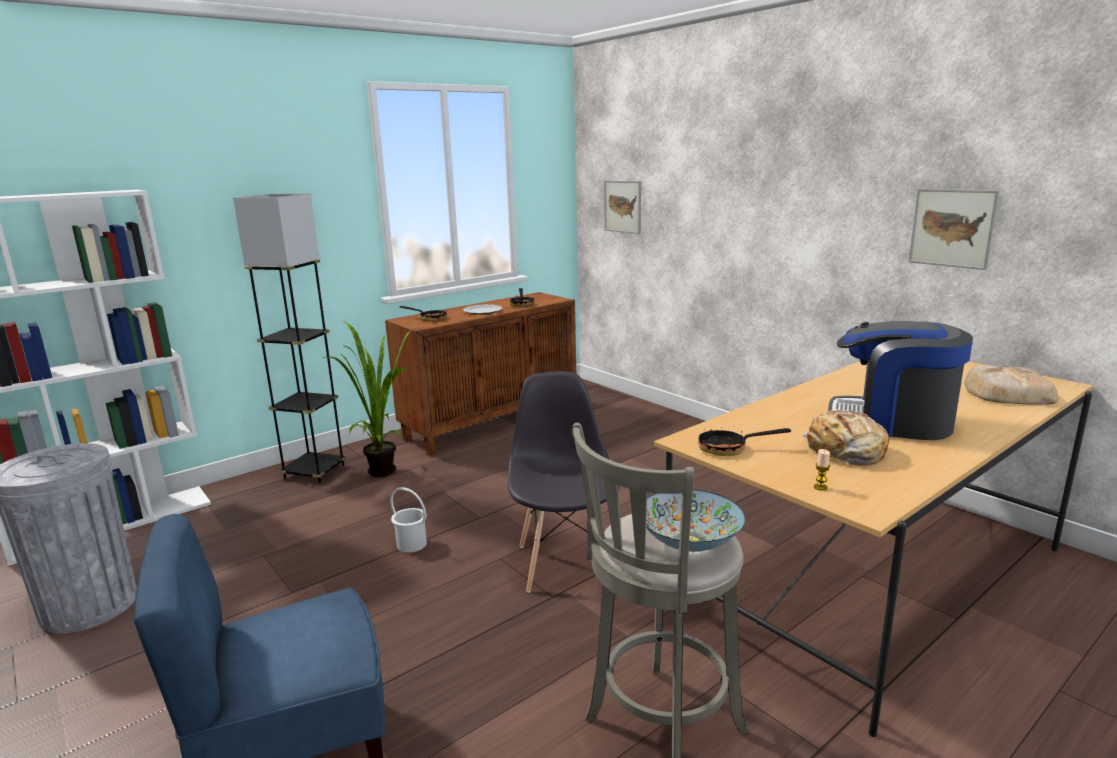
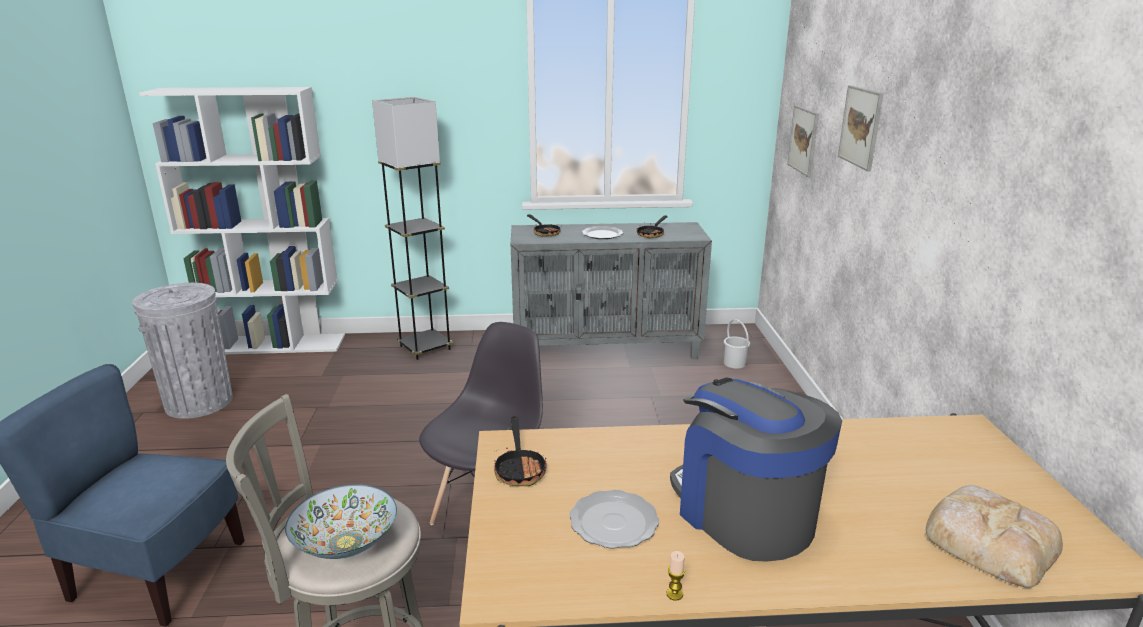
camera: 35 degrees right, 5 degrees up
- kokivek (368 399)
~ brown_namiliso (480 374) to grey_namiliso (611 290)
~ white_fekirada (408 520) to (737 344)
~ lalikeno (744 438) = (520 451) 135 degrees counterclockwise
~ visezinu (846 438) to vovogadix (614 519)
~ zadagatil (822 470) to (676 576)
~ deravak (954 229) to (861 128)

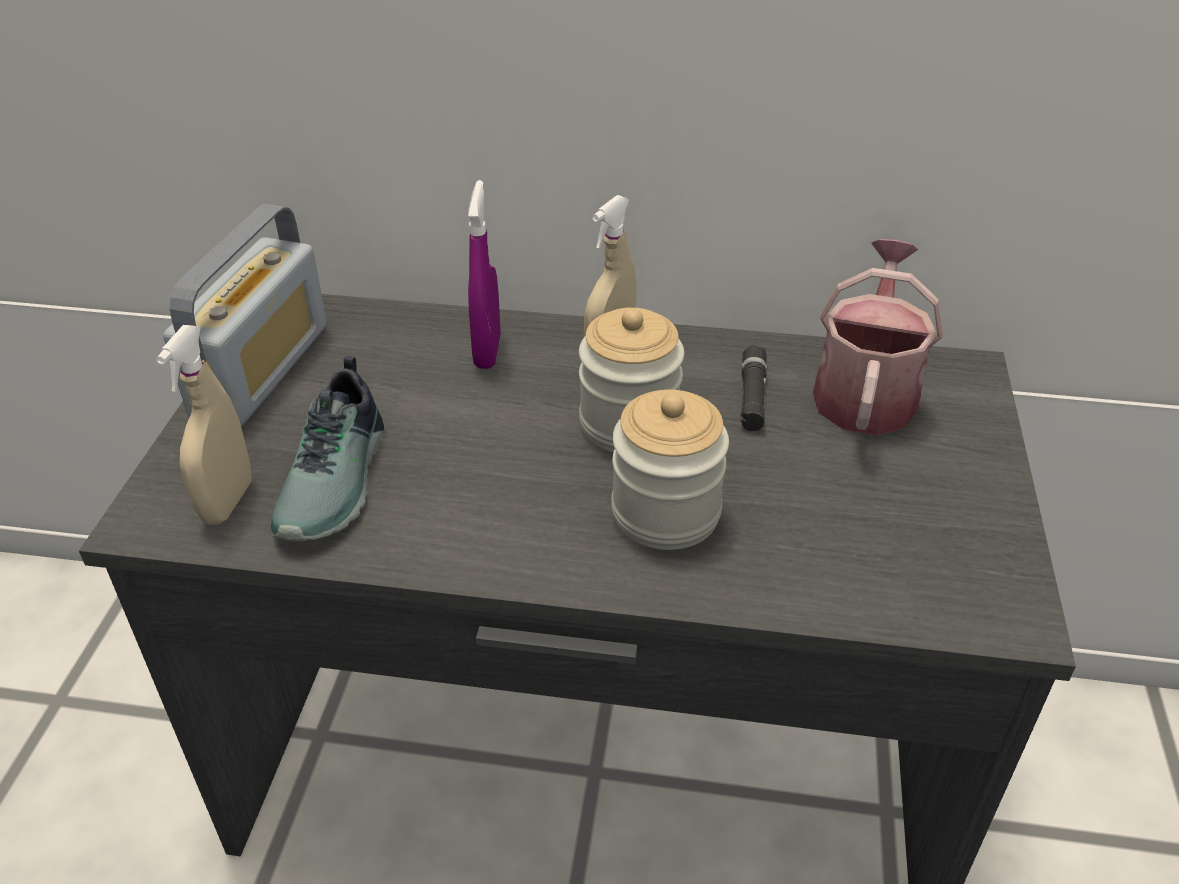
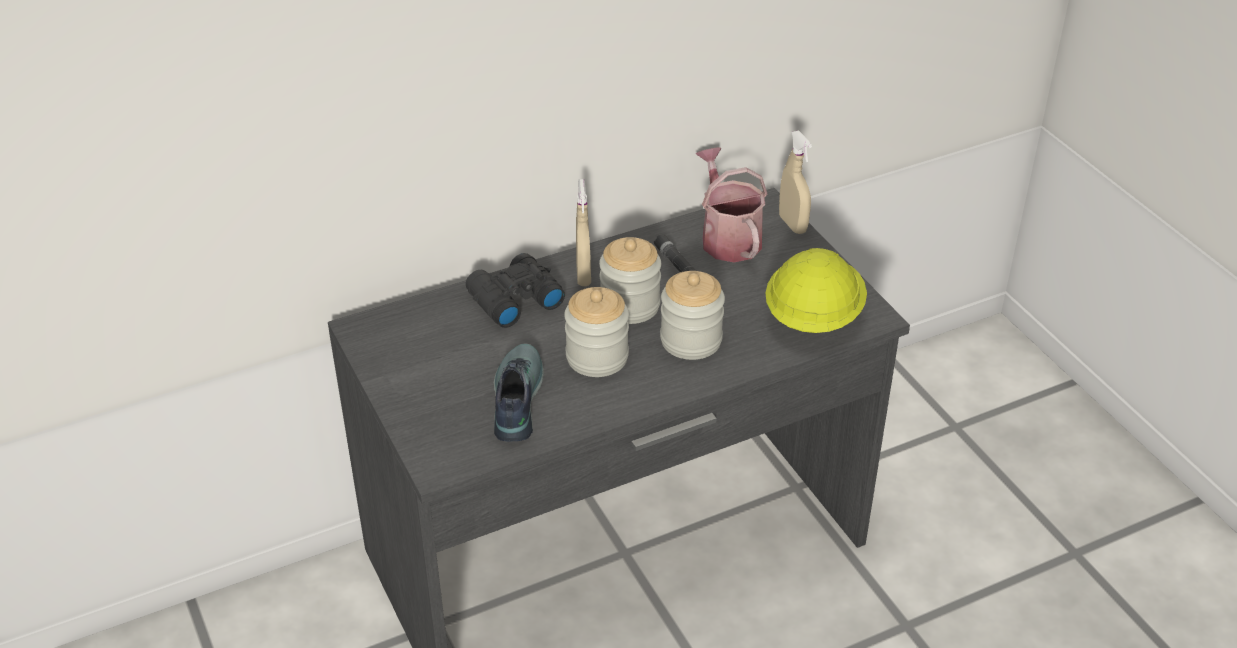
camera: 35 degrees left, 0 degrees up
~ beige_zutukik (204 425) to (795 182)
- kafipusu (245 315)
~ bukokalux (327 448) = (519 392) 150 degrees counterclockwise
~ purple_zutukik (484 274) to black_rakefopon (515 290)
+ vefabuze (596 332)
+ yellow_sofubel (816 290)

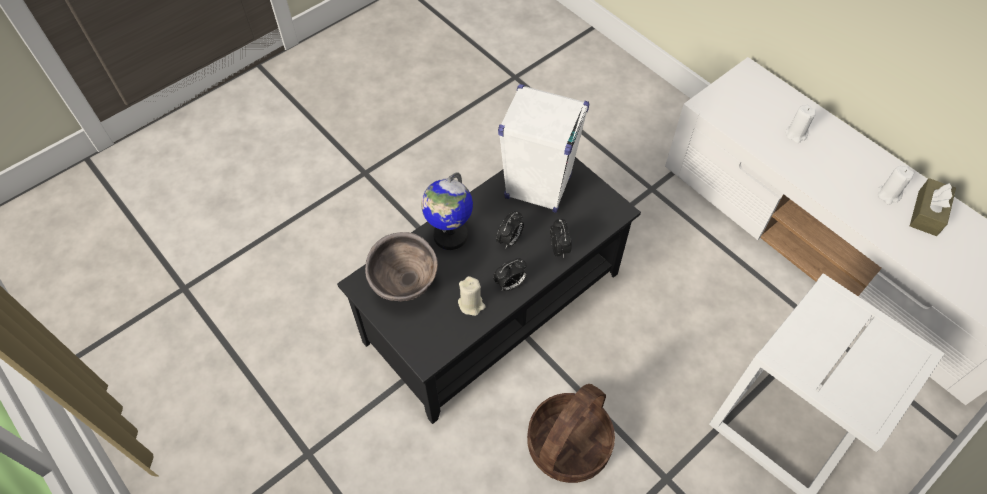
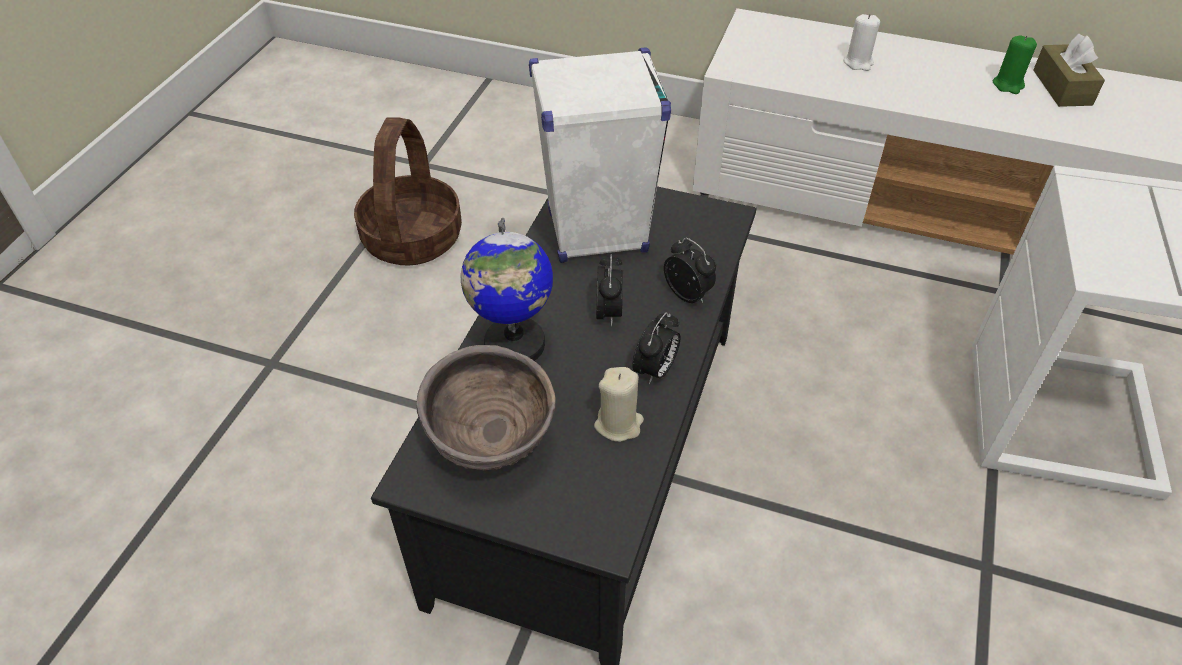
camera: 30 degrees left, 10 degrees down
~ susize (571 433) to (408 191)
~ white_zadagatil (896 185) to green_zadagatil (1015 64)

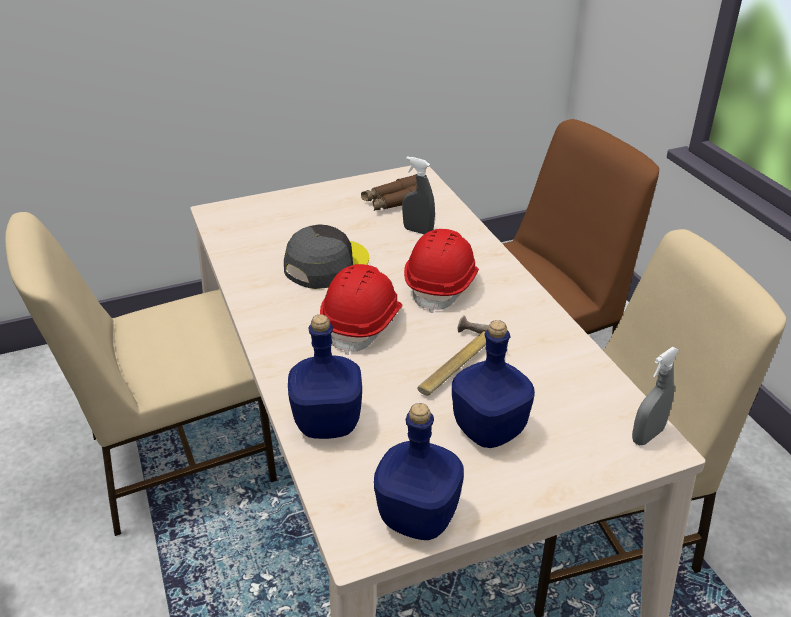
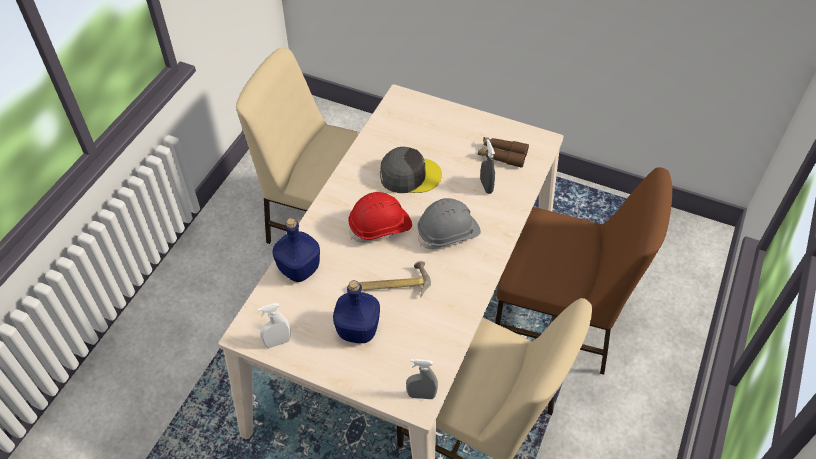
camera: 45 degrees right, 15 degrees up
~ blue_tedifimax (419 471) to white_zutukik (274 325)
~ red_sofubel (441 271) to grey_sofubel (449 223)

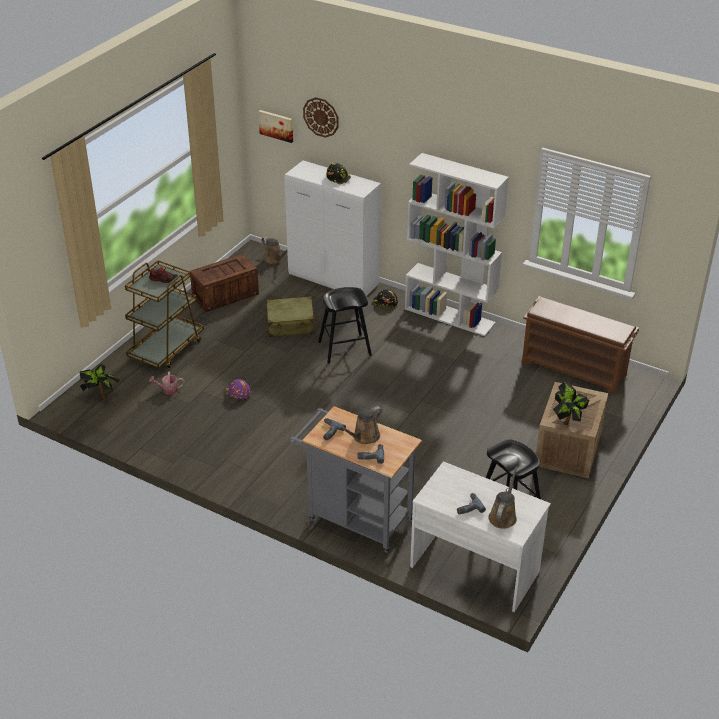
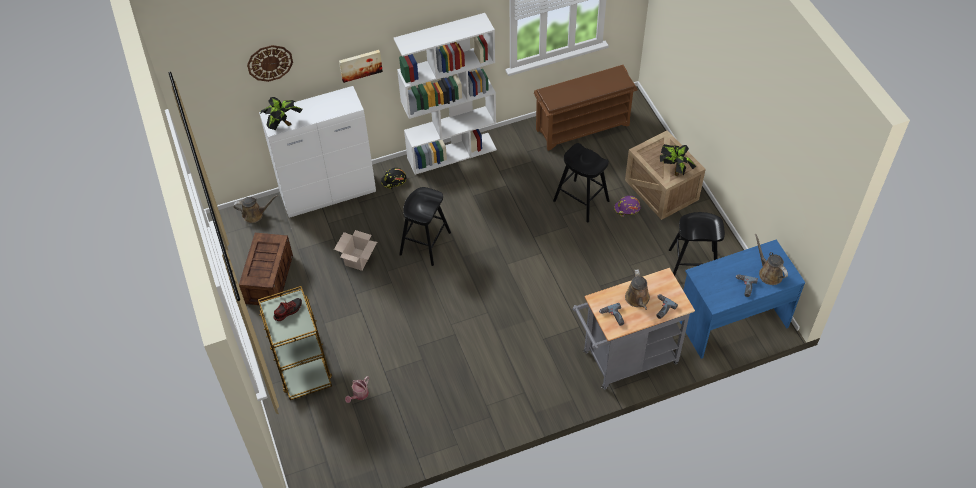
camera: 50 degrees left, 15 degrees up
~ kokivek (100 381) to (281 113)
~ purple_sofubel (238 389) to (627 206)
~ deravak (275 126) to (361 66)
~ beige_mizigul (292 316) to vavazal (355 250)
- black_sofubel (338 173)
~ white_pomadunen (480 536) to blue_pomadunen (742 299)
+ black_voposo (581 183)

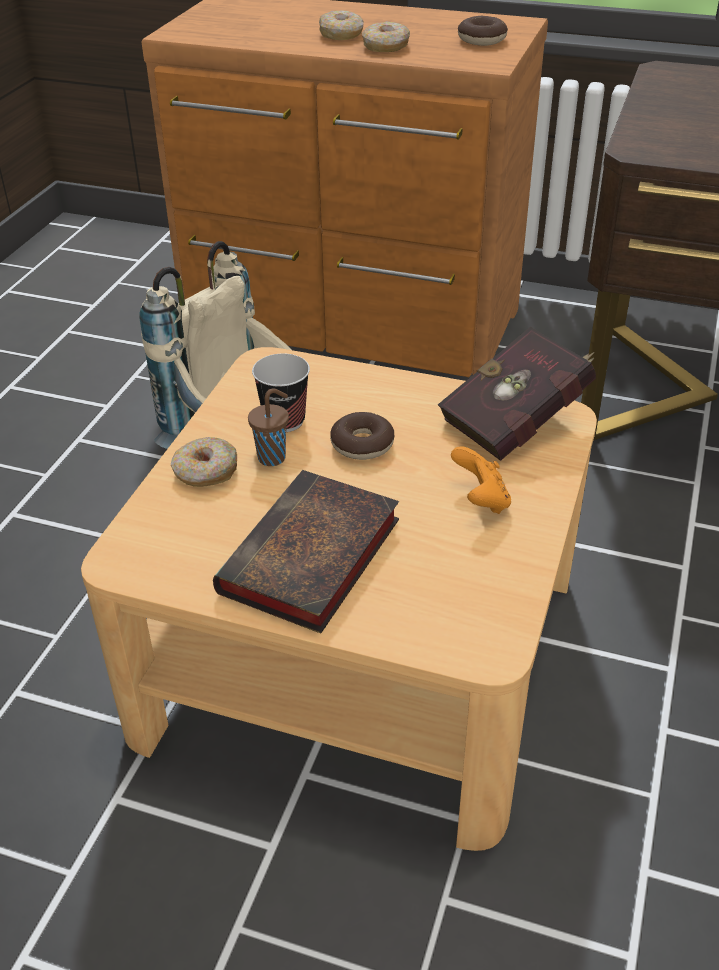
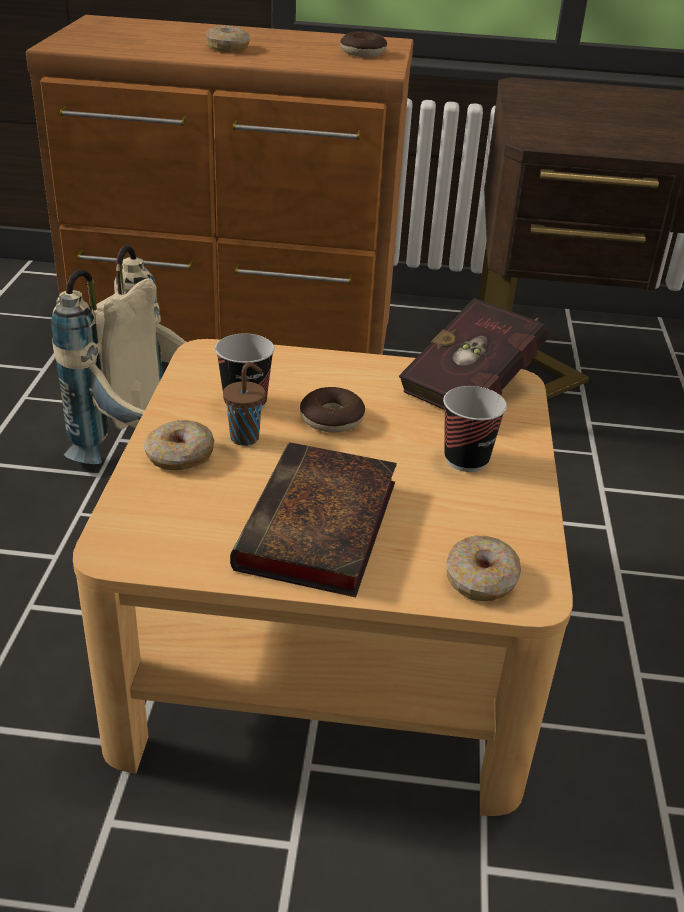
camera: 15 degrees left, 5 degrees down
~ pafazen (386 36) to (483 568)
~ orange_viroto (481 480) to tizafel (475 429)

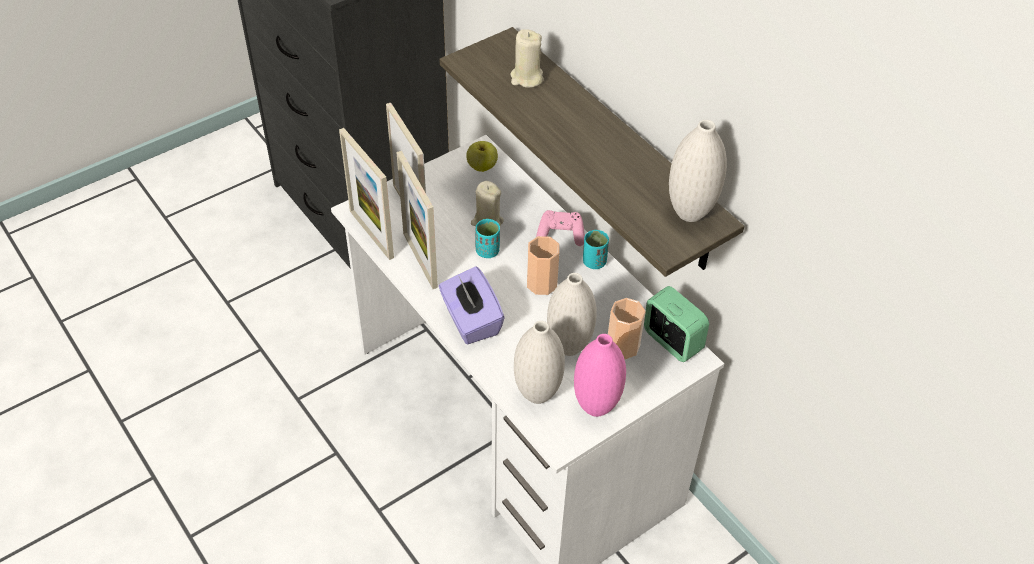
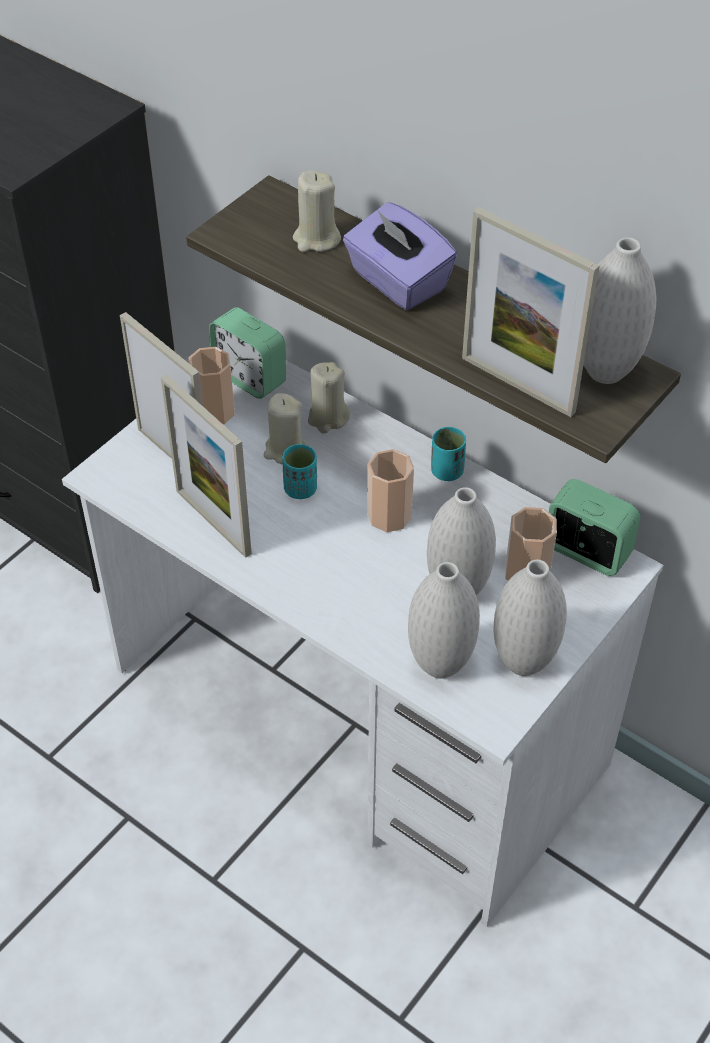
camera: 15 degrees left, 0 degrees up
~ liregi (366 194) to (531 312)
~ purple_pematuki (472 305) to (400 256)
~ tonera (482 156) to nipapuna (247 353)
- pink_viroto (560 228)
~ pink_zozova (600 375) to white_zozova (530 618)
+ tizafel (211 385)
+ beige_zadagatil (329 398)

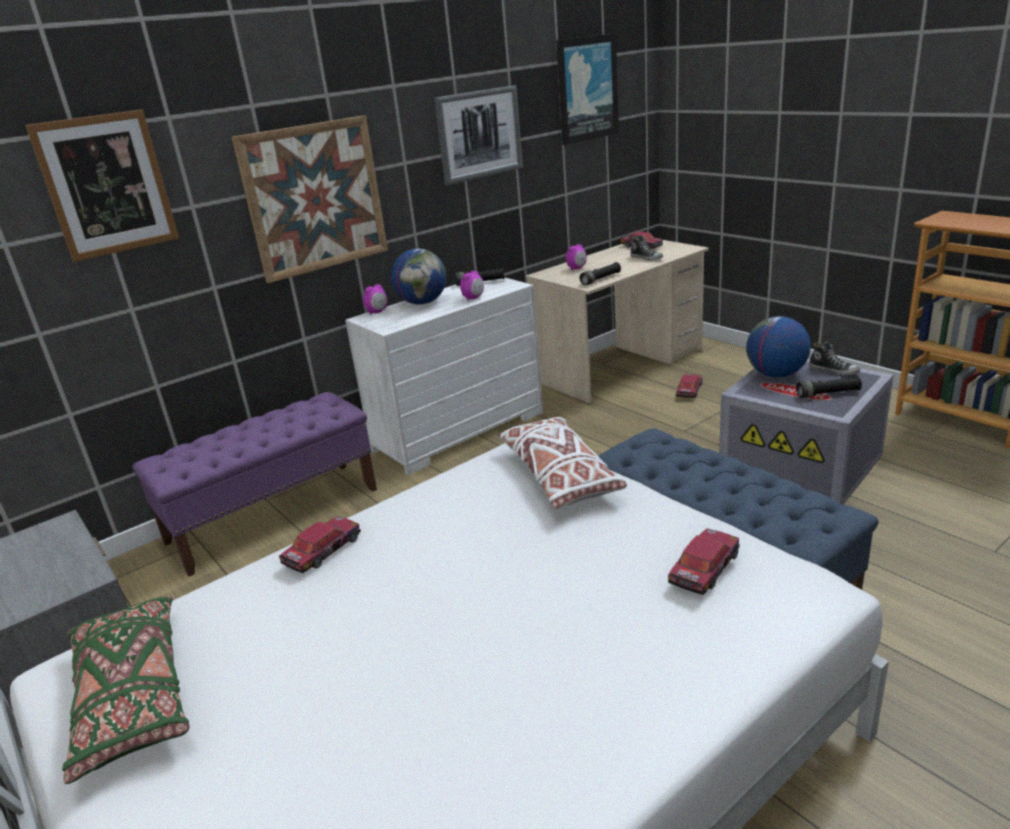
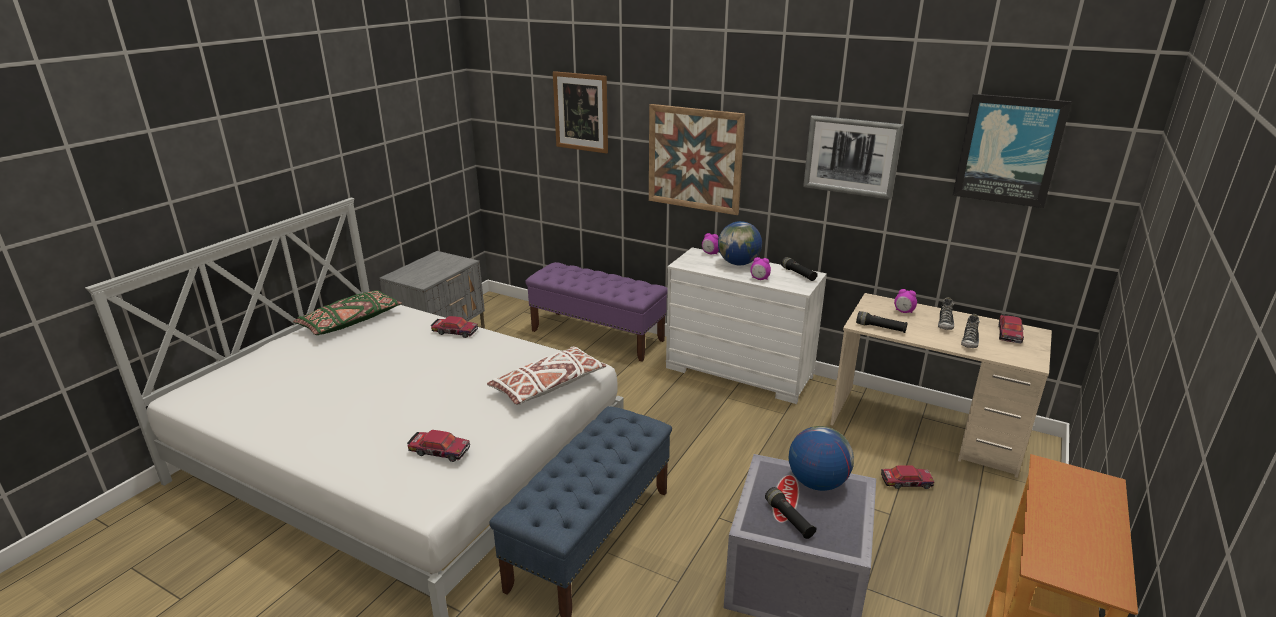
camera: 65 degrees right, 0 degrees up
~ bukokalux (834 359) to (946 313)

